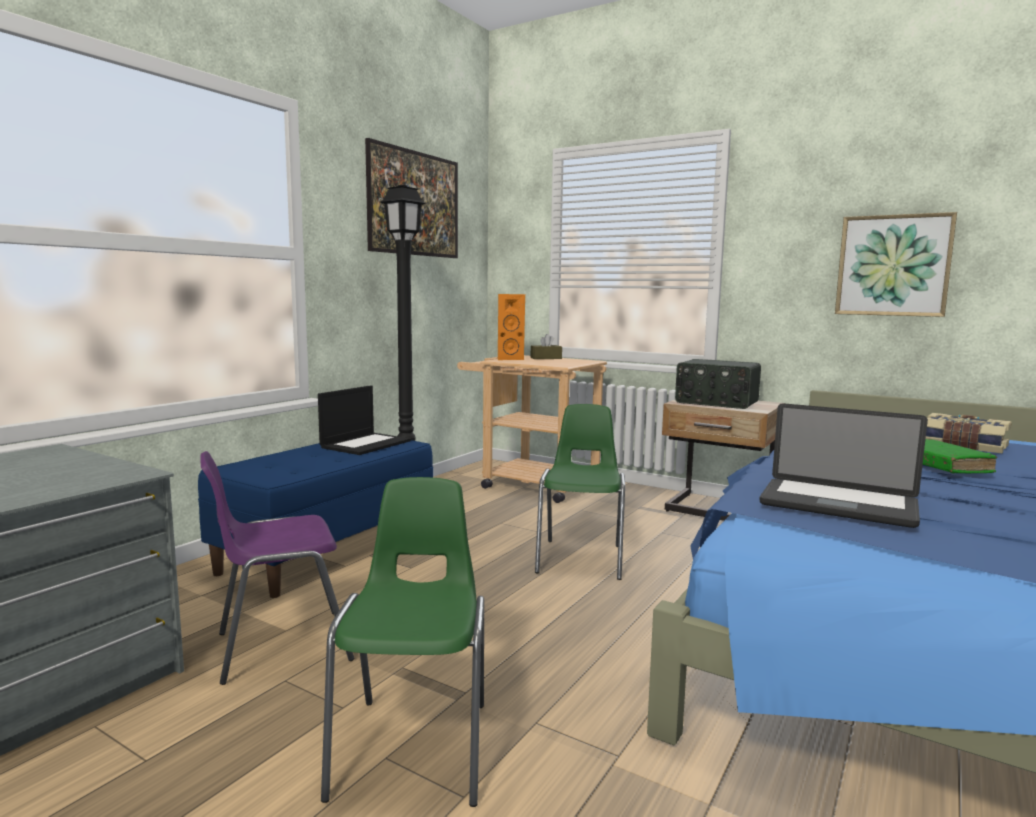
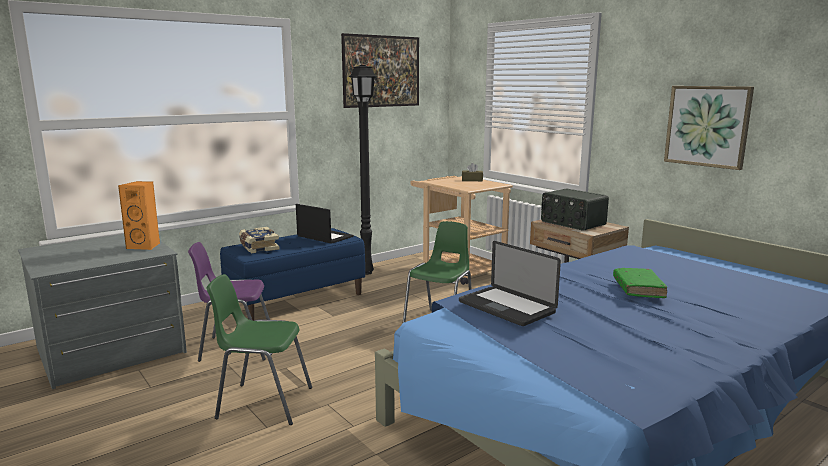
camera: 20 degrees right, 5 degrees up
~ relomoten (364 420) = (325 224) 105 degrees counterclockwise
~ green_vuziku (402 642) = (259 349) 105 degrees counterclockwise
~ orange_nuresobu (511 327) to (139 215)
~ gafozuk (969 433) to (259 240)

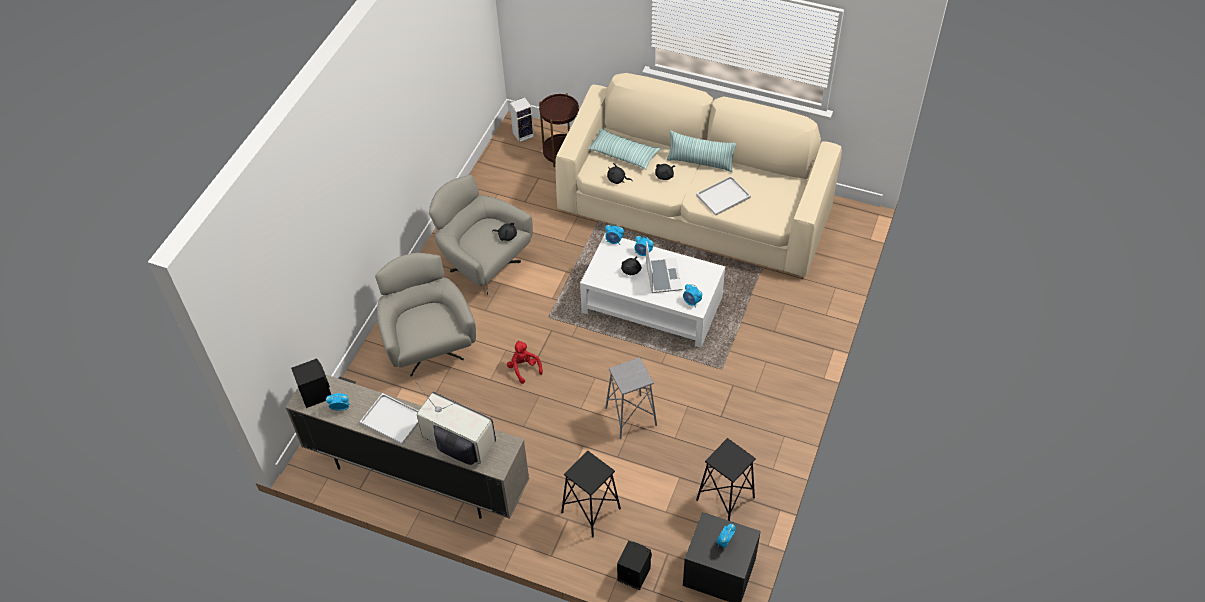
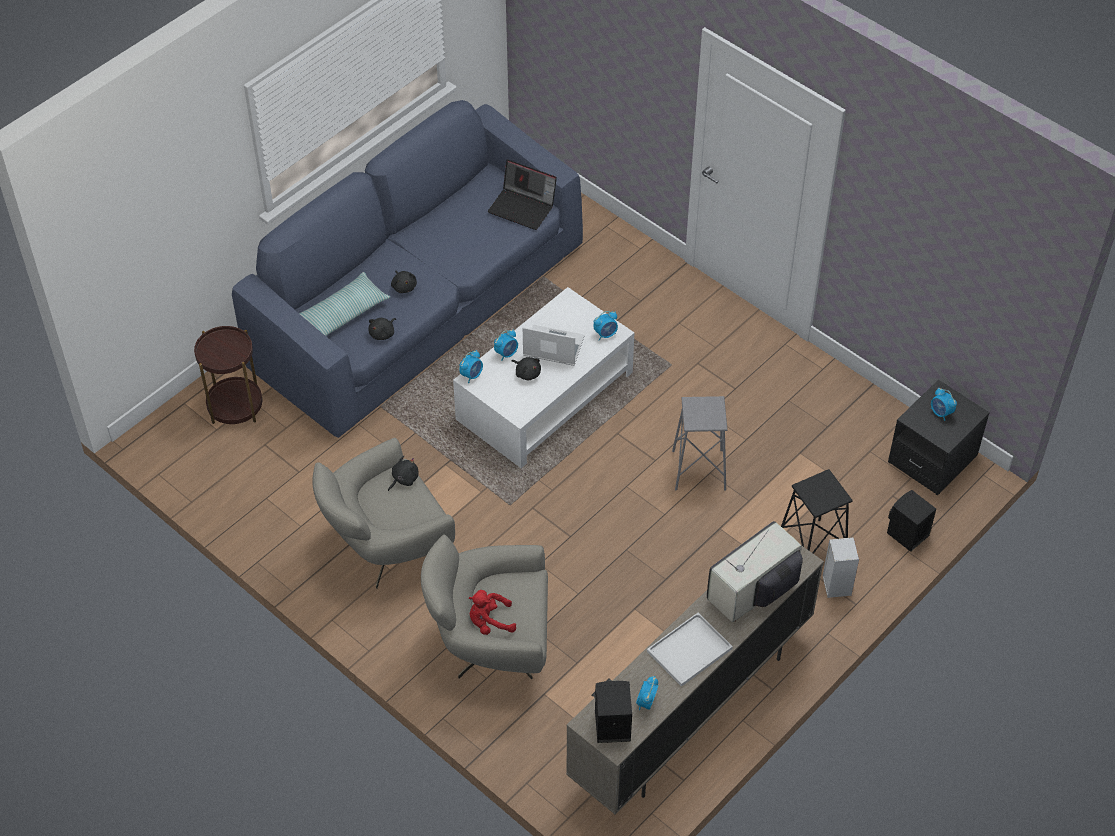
camera: 70 degrees left, 0 degrees up
~ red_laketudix (525 362) to (492 612)
~ nuresobu (522 119) to (841 567)
~ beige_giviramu (698 175) to blue_giviramu (407 269)
- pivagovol (701 151)
- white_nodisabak (723 196)
- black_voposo (726 479)
+ relomoten (522 195)

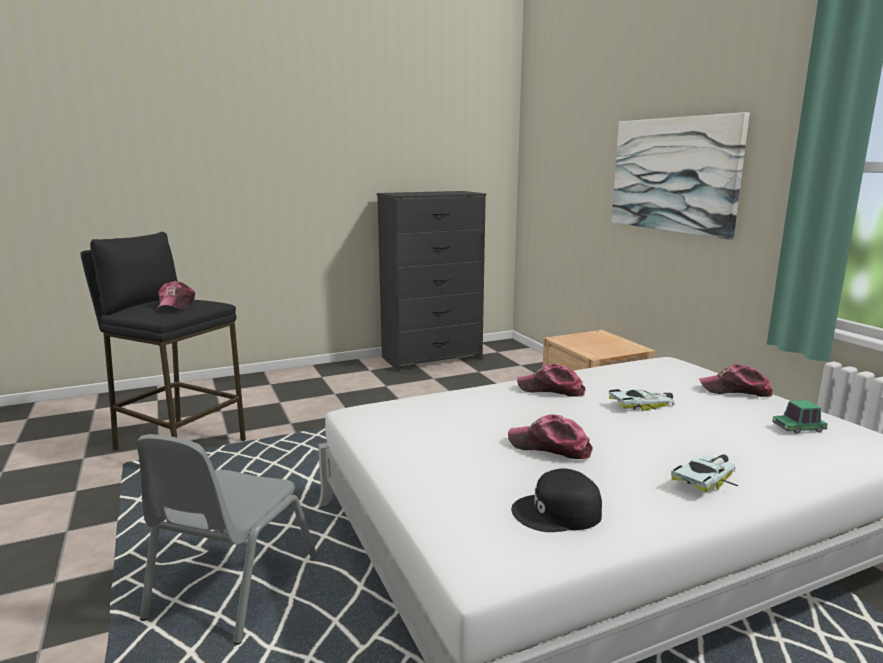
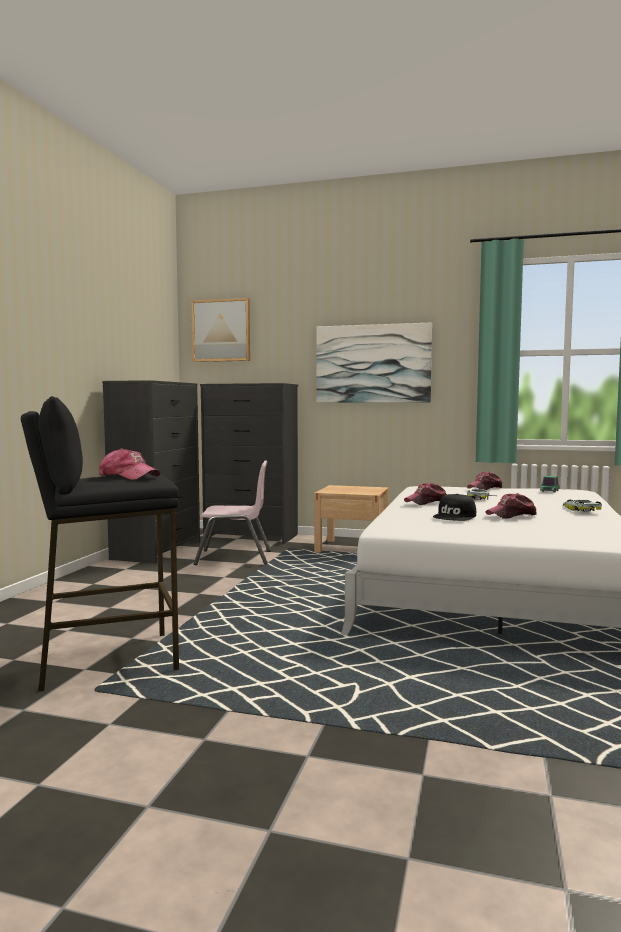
camera: 50 degrees left, 10 degrees down
- grey_vuziku (226 539)
~ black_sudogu (556 500) to (454 507)
+ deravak (221 330)
+ pink_vuziku (232 512)
+ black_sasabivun (249 463)

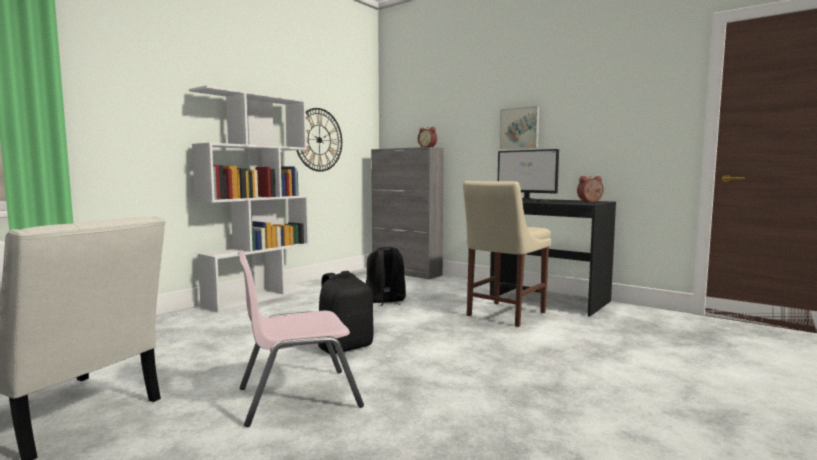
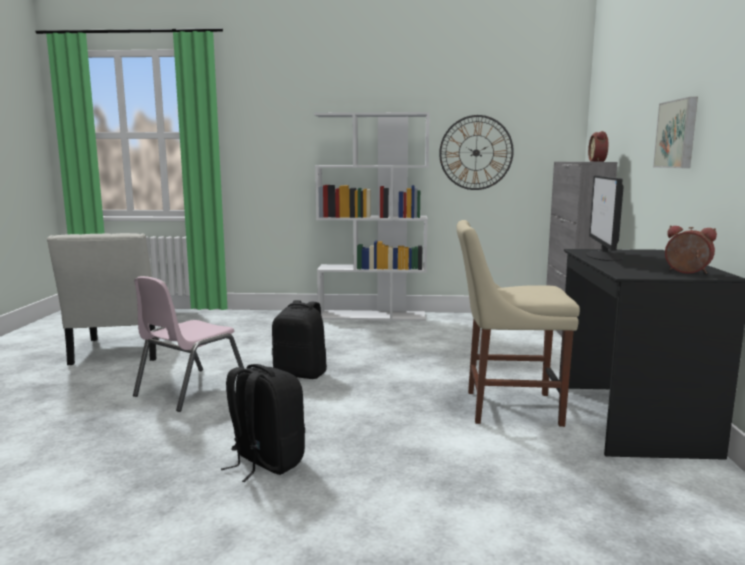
camera: 55 degrees right, 5 degrees up
~ pink_vuziku (301 338) = (188 344) 90 degrees counterclockwise
~ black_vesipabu (386 276) to (263 423)

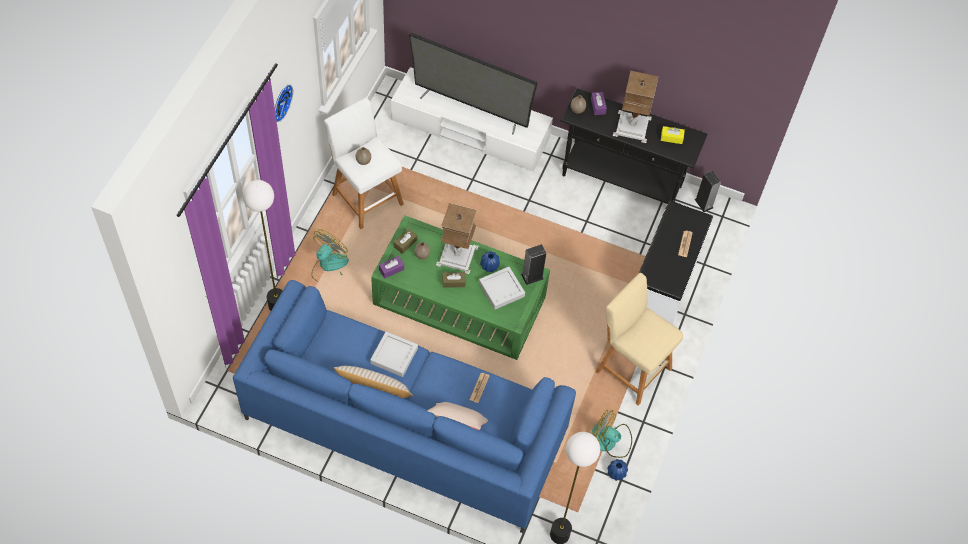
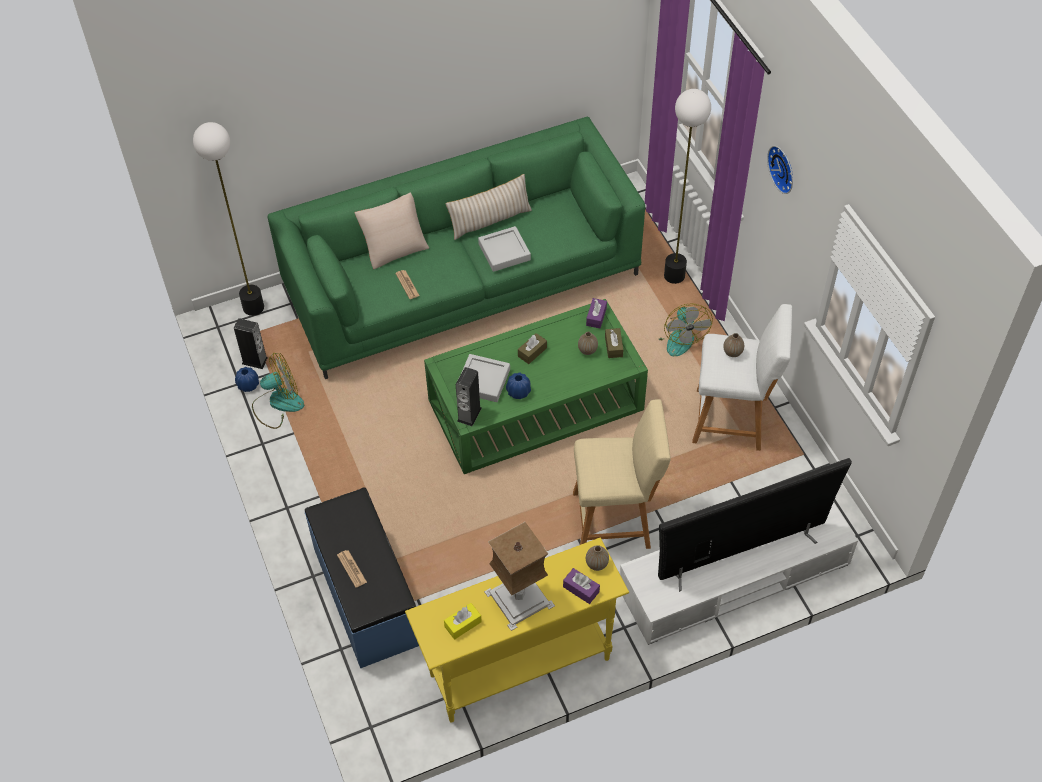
camera: 140 degrees right, 5 degrees down
~ blue_giviramu (404 406) to green_giviramu (456 248)
- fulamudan (457 238)
~ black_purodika (634 146) to yellow_purodika (517 630)
~ beige_voposo (639 339) to (622 474)
~ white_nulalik (676 262) to blue_nulalik (362 577)
~ nuresobu (707 191) to (251 343)

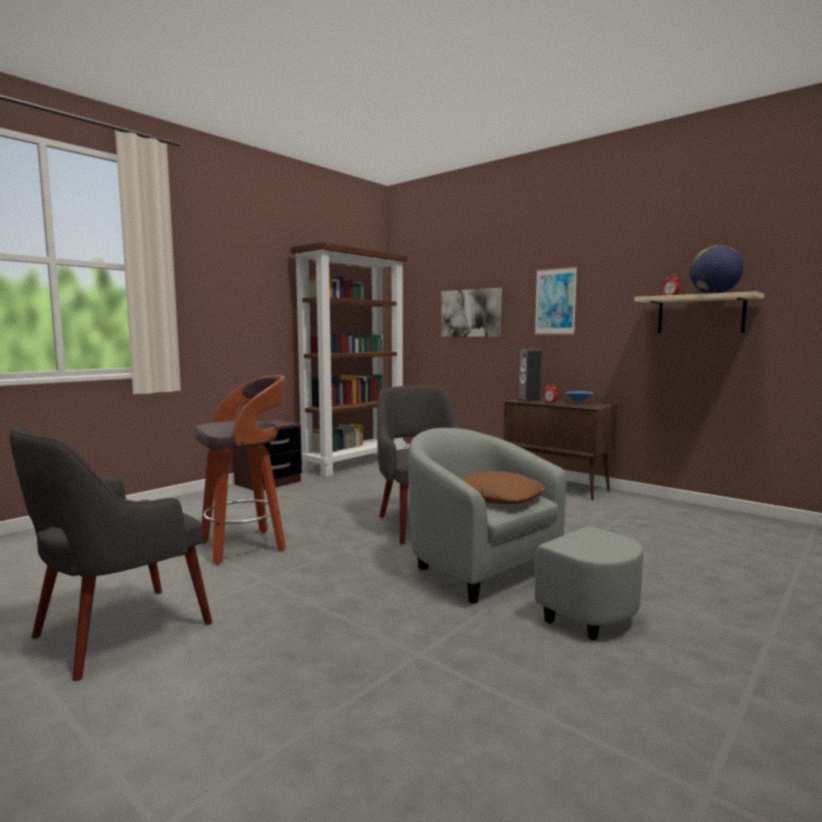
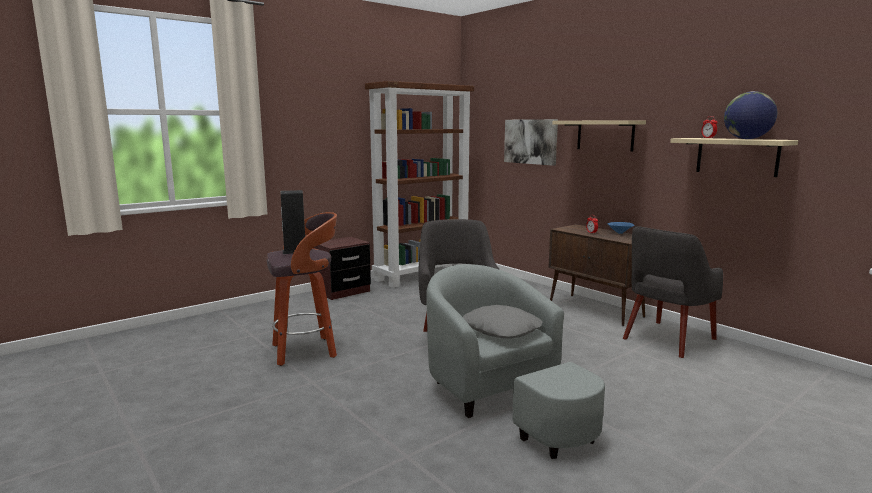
camera: 10 degrees right, 5 degrees up
~ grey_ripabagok (110 553) to (673 292)
~ brown_pivagovol (502 487) to grey_pivagovol (503 322)
~ nuresobu (529 375) to (292 222)
~ deravak (556 301) to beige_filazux (599 136)

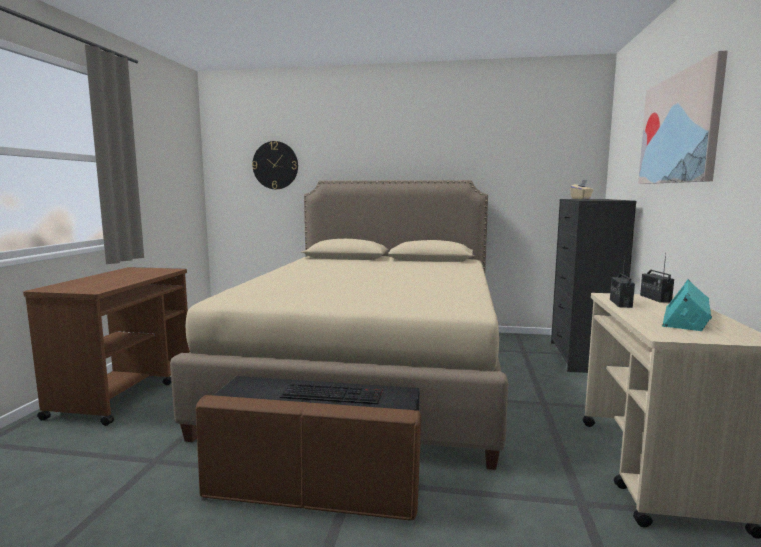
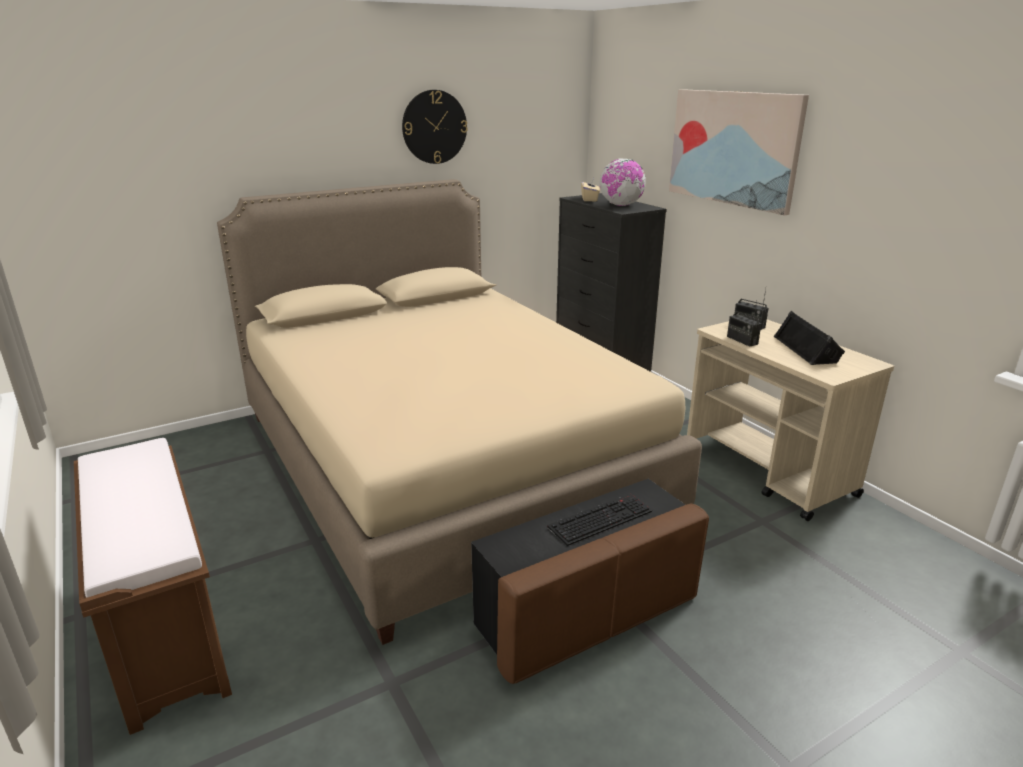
camera: 40 degrees left, 15 degrees up
~ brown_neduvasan (106 346) to brown_nulalik (153 586)
~ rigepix (275 165) to (435 127)
~ turquoise_nuresobu (687 305) to black_nuresobu (809 338)
+ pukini (622 182)

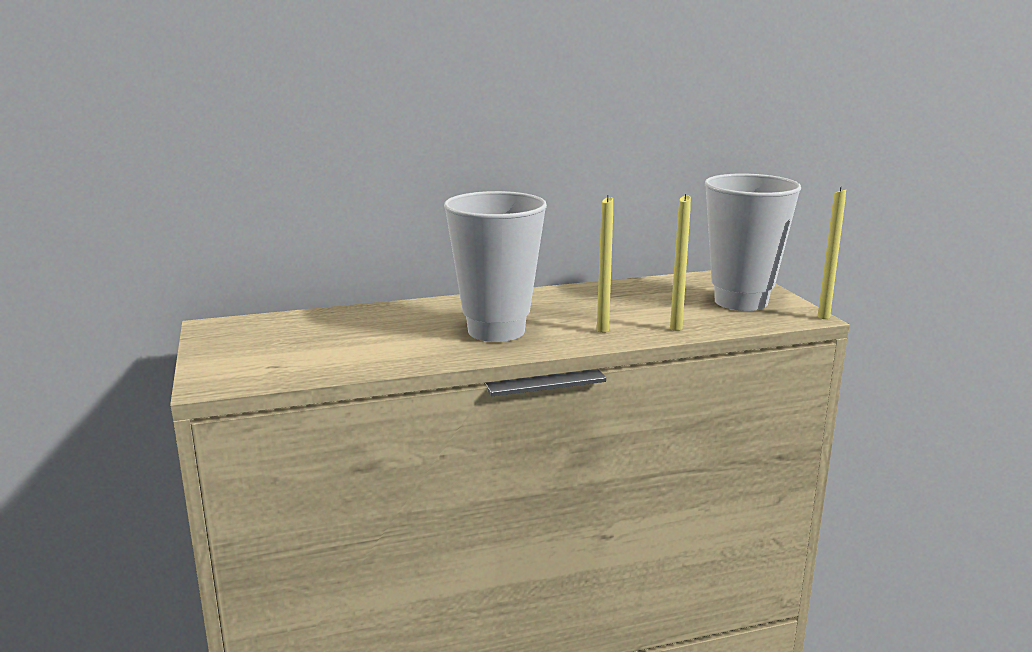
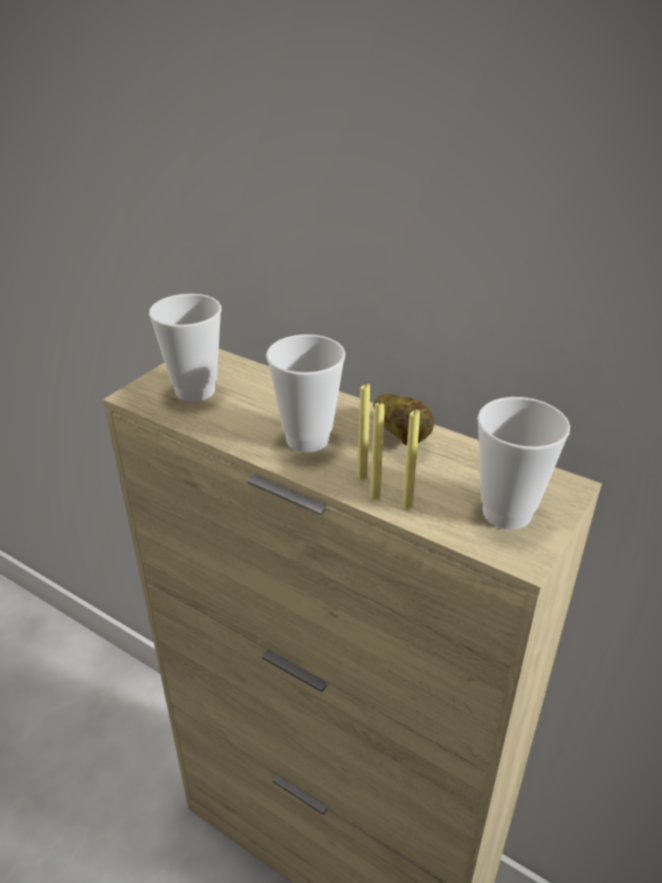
camera: 50 degrees right, 15 degrees up
~ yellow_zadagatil (832 253) to (377 450)
+ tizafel (185 348)
+ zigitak (403 420)

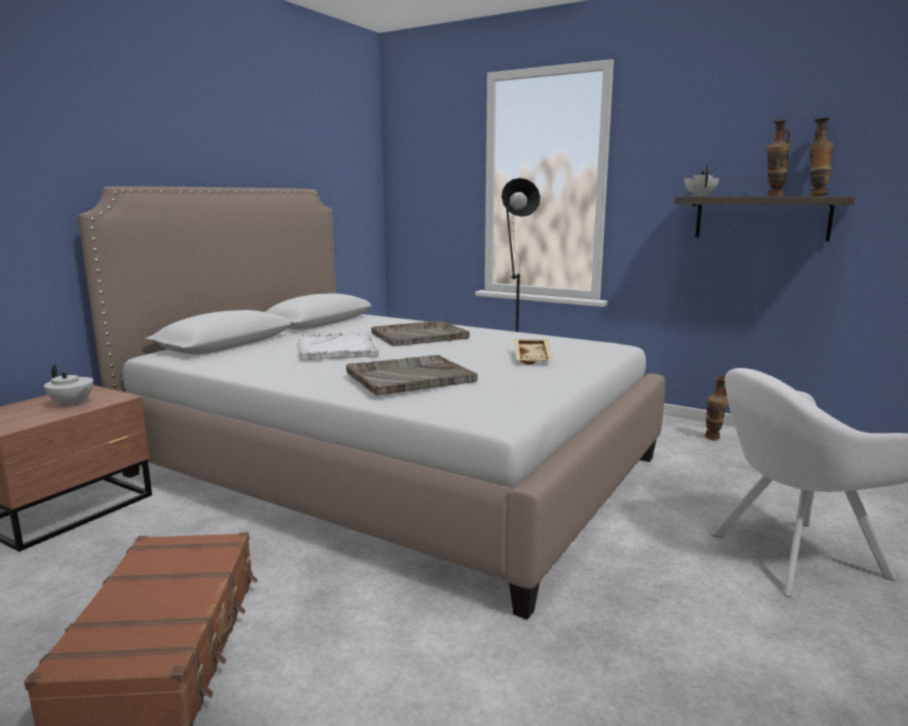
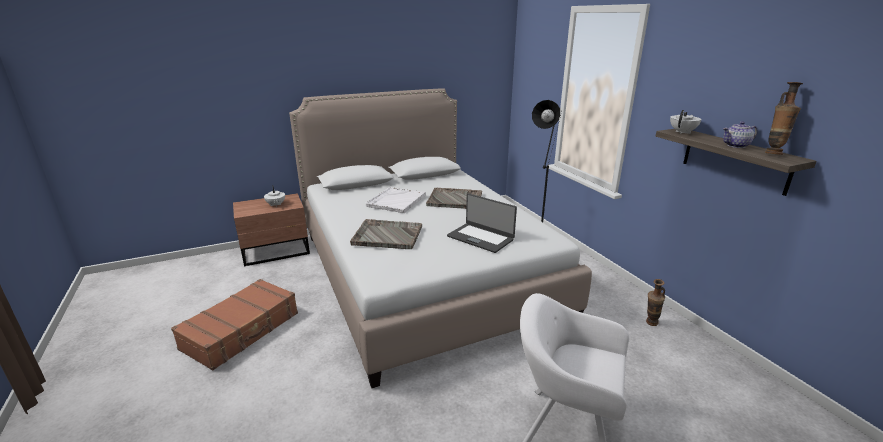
camera: 35 degrees right, 10 degrees up
~ beige_nodisabak (533 351) to relomoten (482 223)
~ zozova (779 157) to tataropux (740 134)

